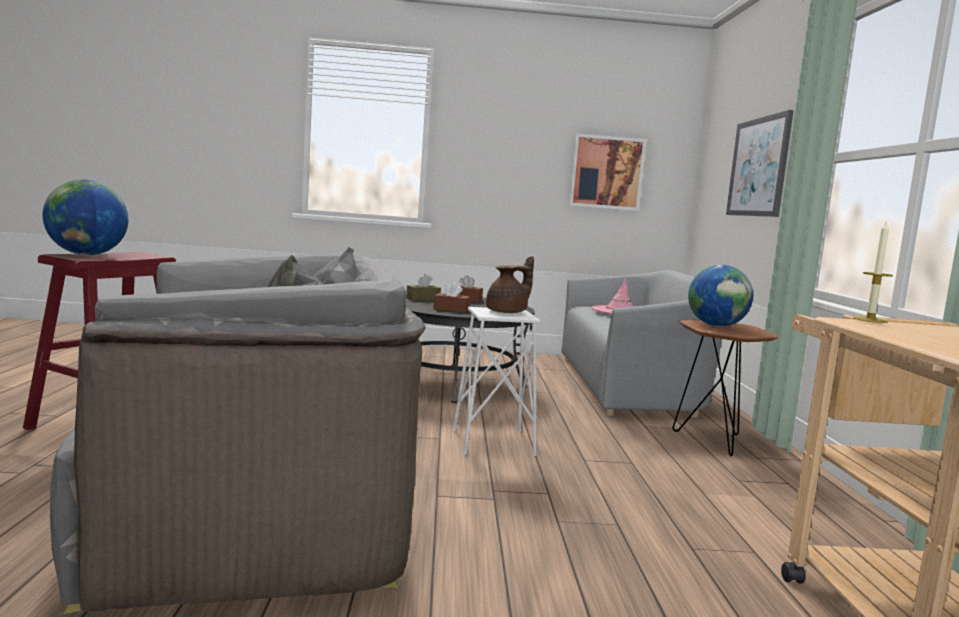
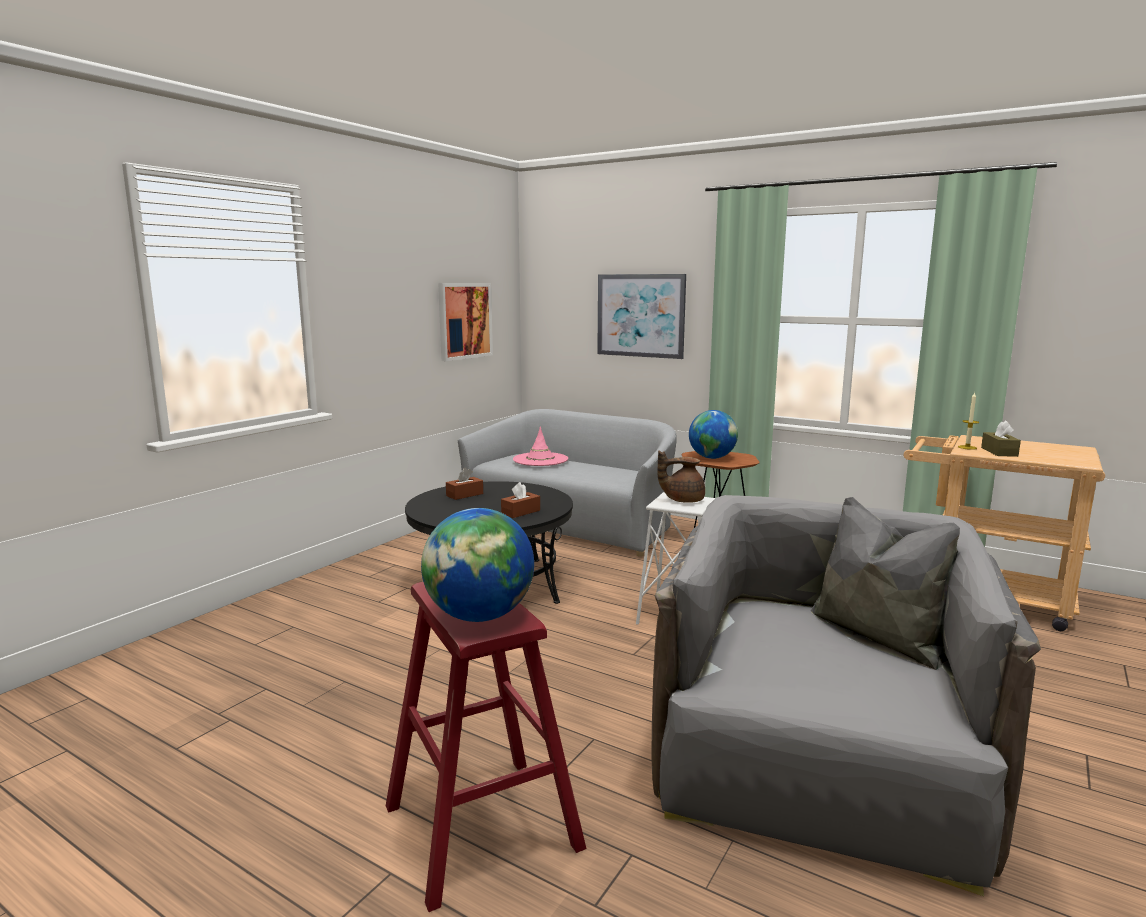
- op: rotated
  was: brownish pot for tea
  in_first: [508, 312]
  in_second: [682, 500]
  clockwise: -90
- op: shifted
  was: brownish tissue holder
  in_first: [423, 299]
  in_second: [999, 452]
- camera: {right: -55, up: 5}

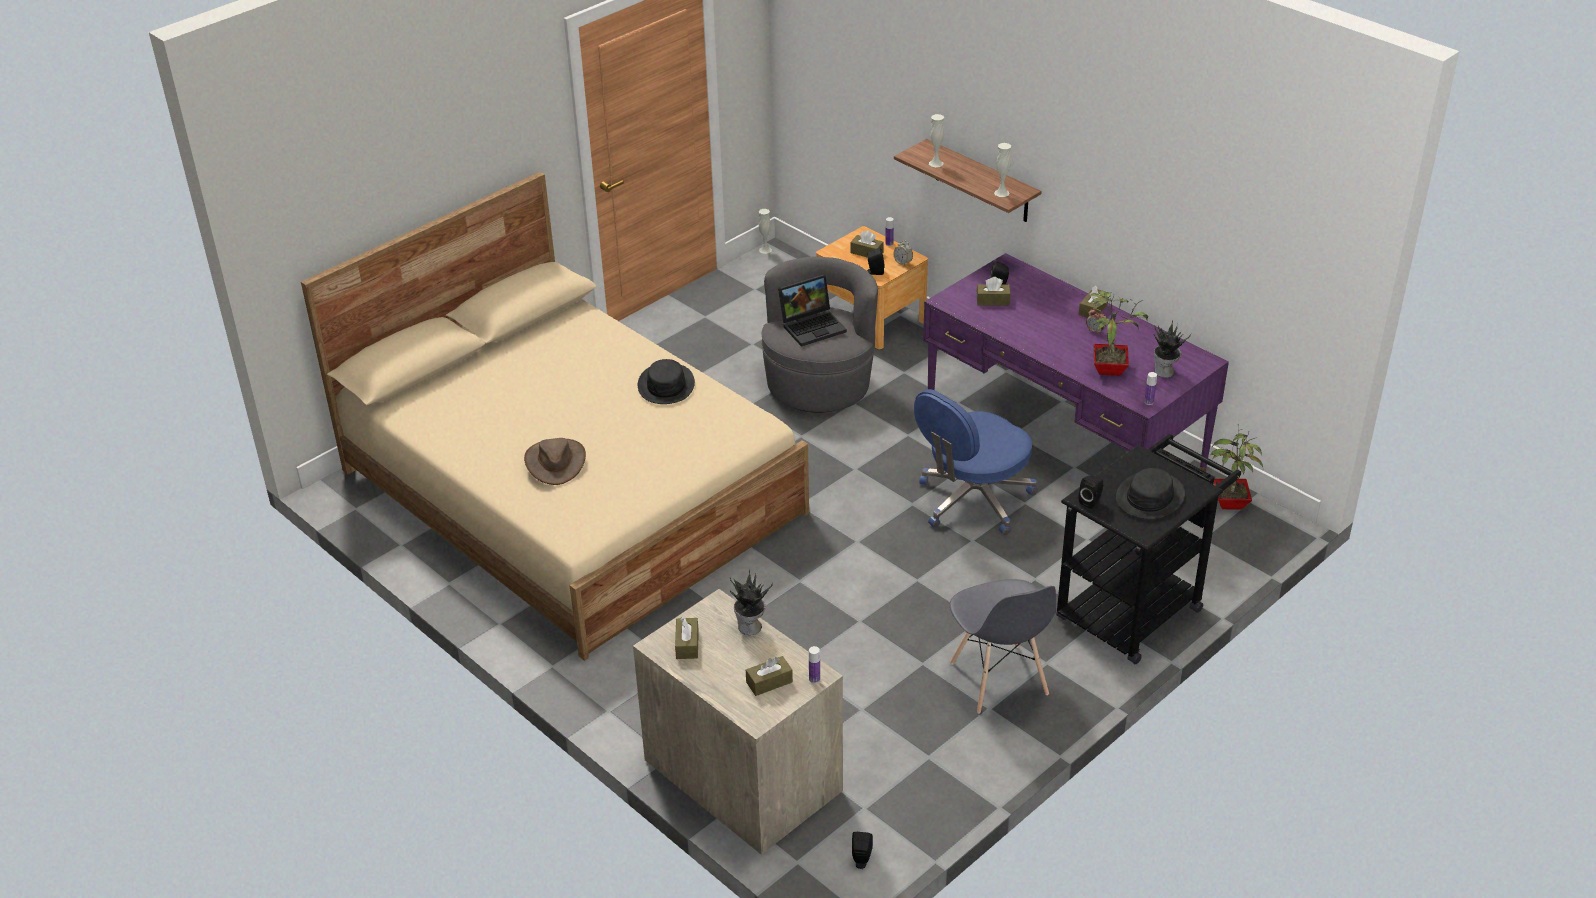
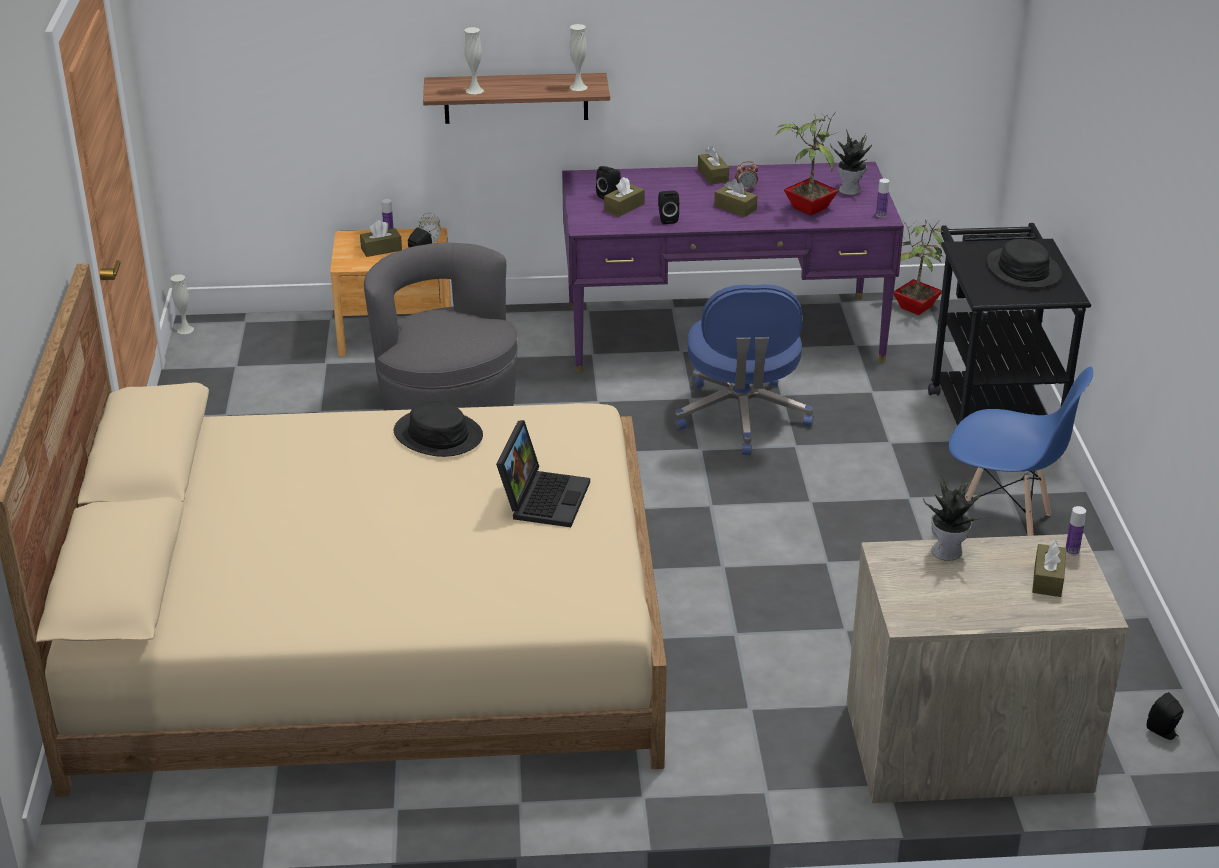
- op: shifted
  was: notebook computer
  in_first: [813, 326]
  in_second: [543, 497]
- op: gone
  was: brownish wearable hat
  in_first: [555, 462]
- op: shifted
  was: black-coloured audio speaker
  in_first: [1091, 501]
  in_second: [667, 219]
- op: repainted
  was: gray plain chair
  now: blue-coloured plain chair
  in_first: [998, 679]
  in_second: [1000, 529]
- op: shifted
  was: brownish tissue holder
  in_first: [687, 644]
  in_second: [735, 208]
- camera: {right: -50, up: -5}

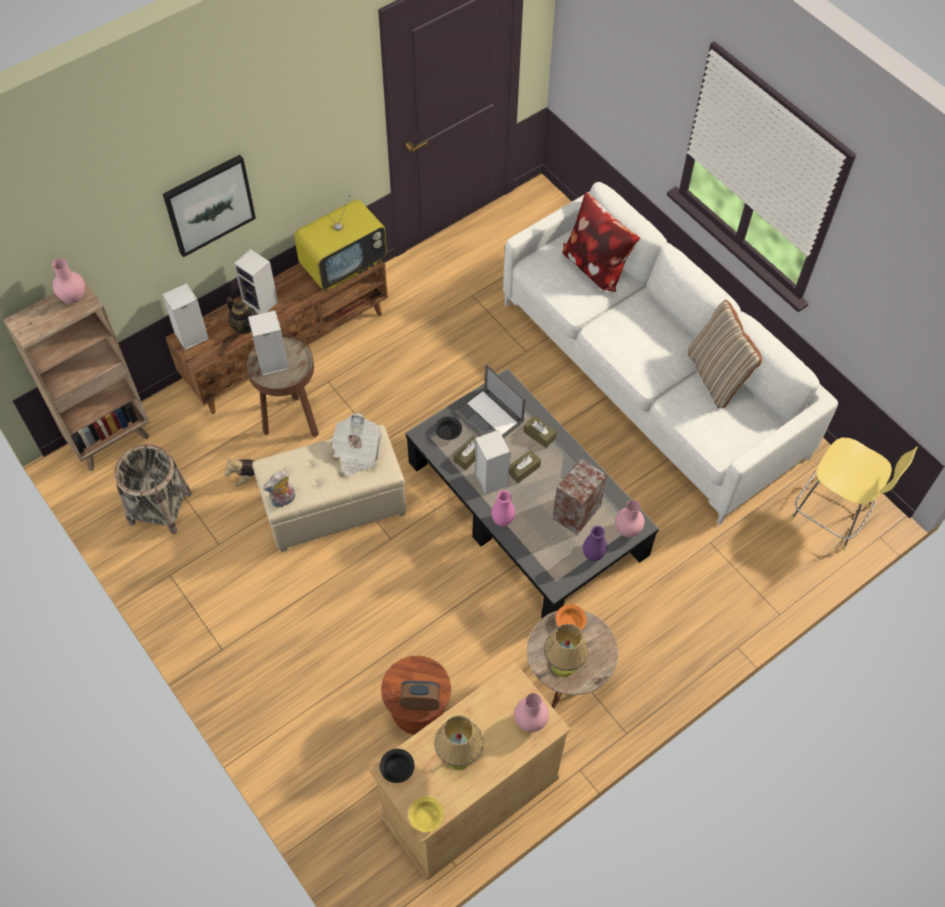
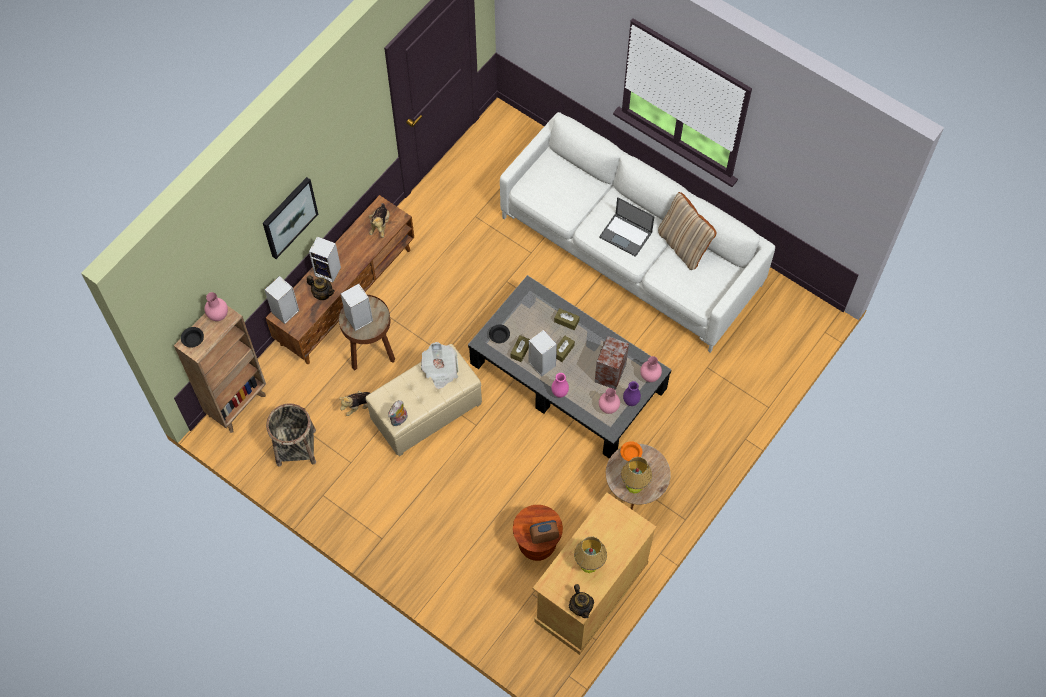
- op: gone
  was: throw pillow
  in_first: [595, 265]
- op: swapped
  was: television
  now: soft toy
  in_first: [343, 265]
  in_second: [380, 225]
- op: shifted
  was: notebook computer
  in_first: [489, 417]
  in_second: [626, 235]
- op: gone
  was: yellowish stool
  in_first: [832, 515]
- op: shifted
  was: pink vase
  in_first: [531, 722]
  in_second: [609, 408]
- op: shifted
  was: black-coloured bowl
  in_first: [398, 769]
  in_second: [194, 340]
- op: swapped
  was: yellowish bowl
  now: pot for tea
  in_first: [427, 816]
  in_second: [581, 607]
- camera: {right: -15, up: 5}

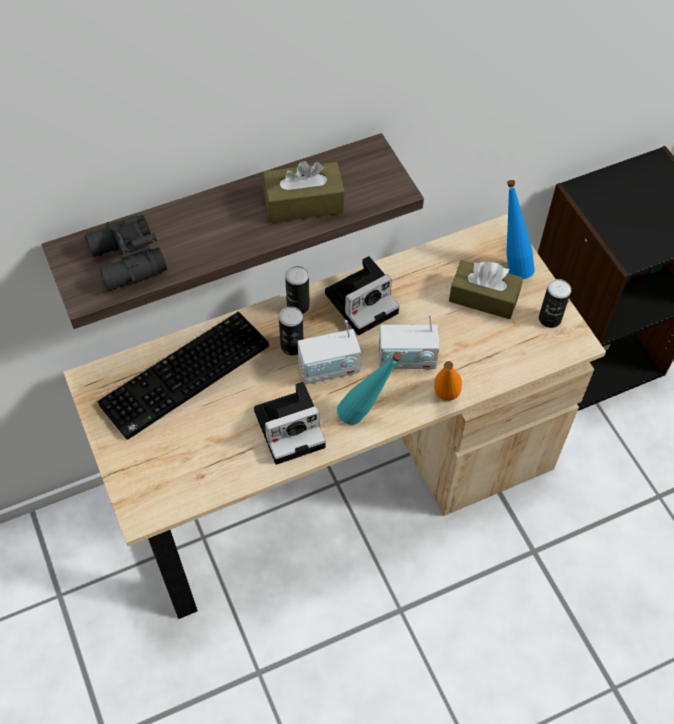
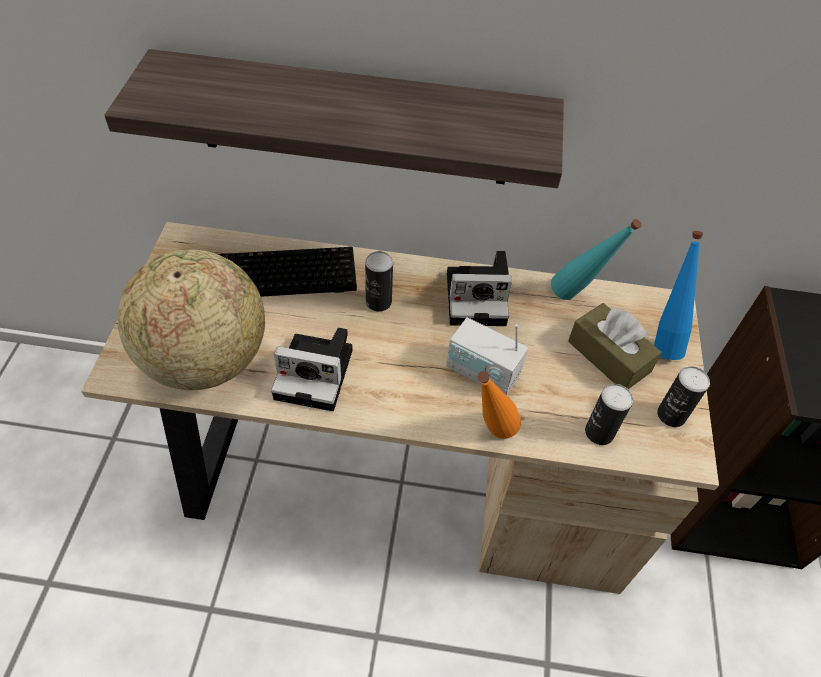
- op: gone
  was: brownish tissue holder
  in_first: [303, 203]
- op: gone
  was: black-coloured pair of binoculars
  in_first: [126, 262]
- op: shifted
  was: sealed can
  in_first: [298, 306]
  in_second: [599, 432]
- op: gone
  was: radio
  in_first: [329, 369]
- op: shifted
  was: turquoise-coloured beverage bottle
  in_first: [366, 415]
  in_second: [577, 298]
- op: new
  now: desk globe
  in_second: [205, 359]
- camera: {right: 30, up: -5}

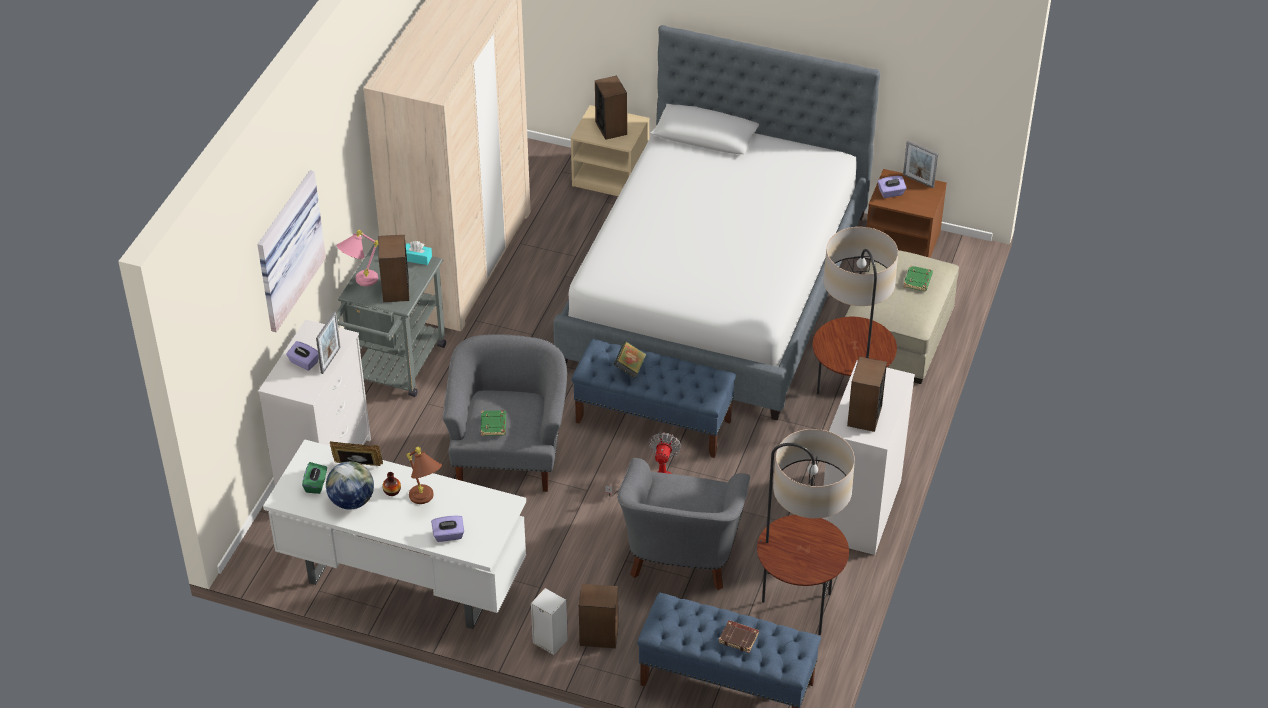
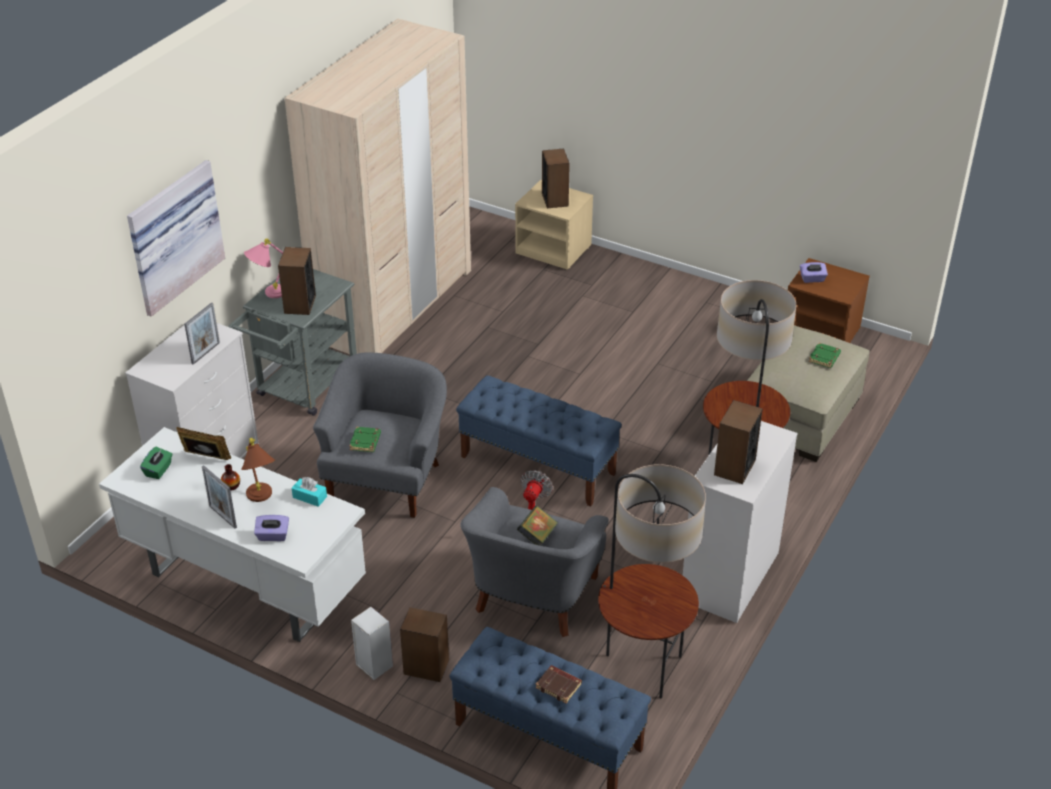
- op: gone
  was: bedroom bed
  in_first: [716, 288]
- op: shifted
  was: photo frame
  in_first: [918, 181]
  in_second: [222, 516]
- op: shifted
  was: turquoise-coloured tissue holder
  in_first: [417, 258]
  in_second: [309, 497]
- op: gone
  was: purple-coloured tissue holder
  in_first: [303, 362]
- op: shifted
  was: bound book
  in_first: [630, 368]
  in_second: [537, 536]
- op: gone
  was: desk globe
  in_first: [351, 501]
- camera: {right: 10, up: -5}

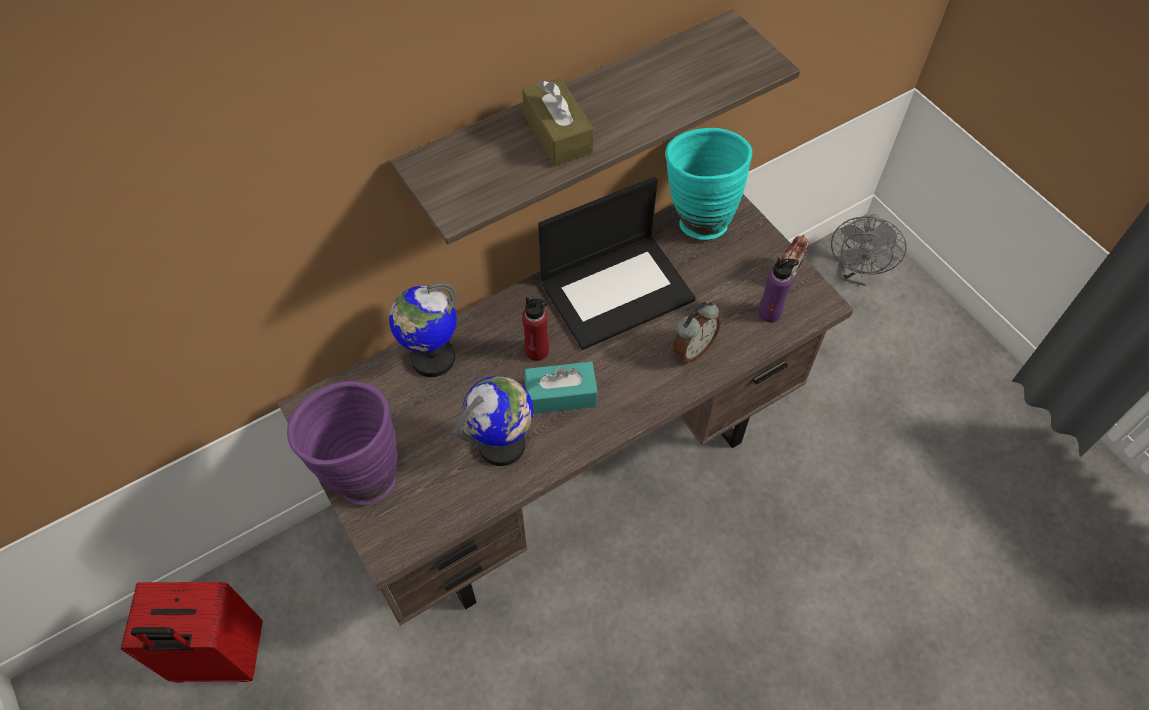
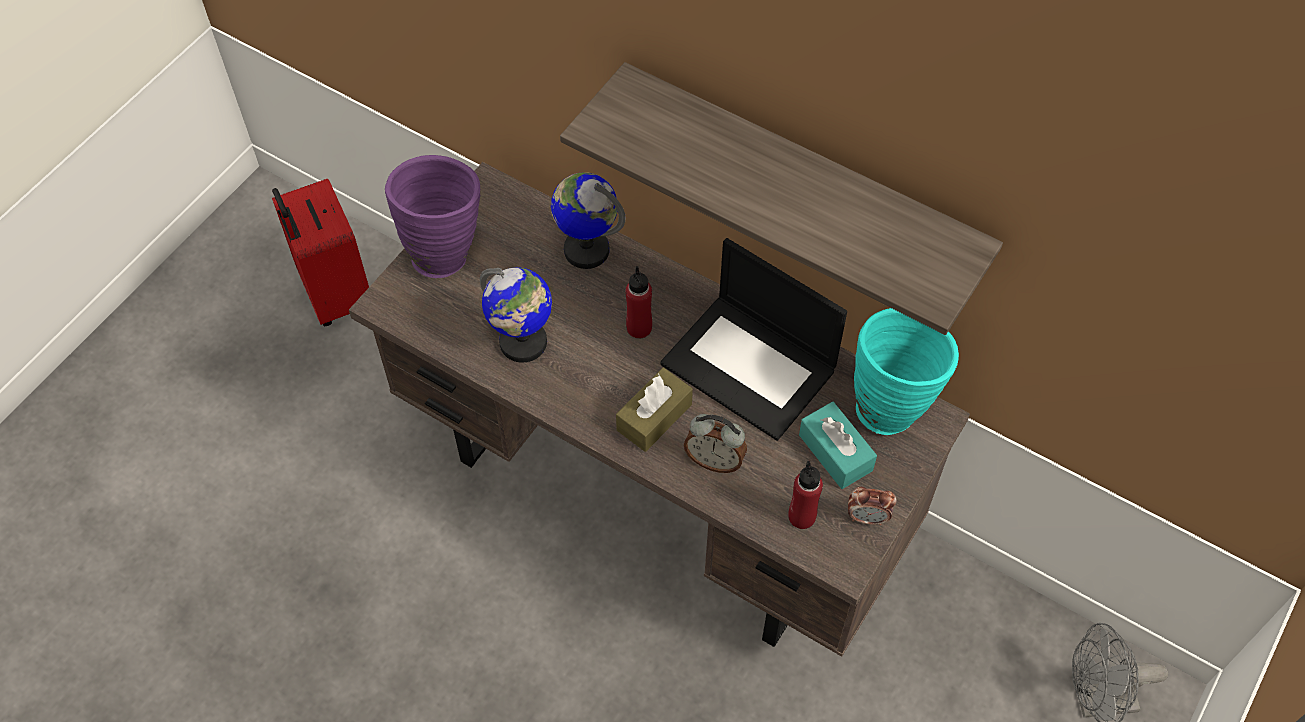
- op: shifted
  was: brownish tissue holder
  in_first: [557, 134]
  in_second: [654, 417]
- op: repainted
  was: purple-coloured beverage bottle
  now: red-coloured beverage bottle
  in_first: [769, 313]
  in_second: [802, 516]
- op: shifted
  was: turquoise-coloured tissue holder
  in_first: [561, 395]
  in_second: [835, 452]
- camera: {right: 65, up: 0}

